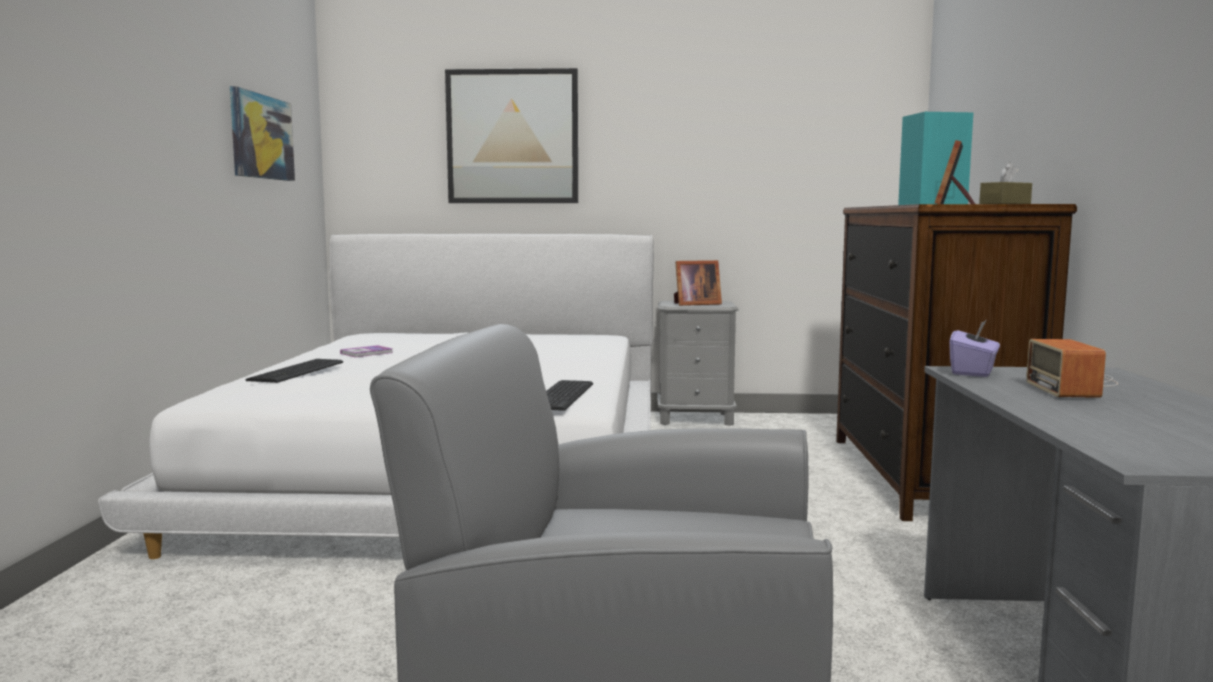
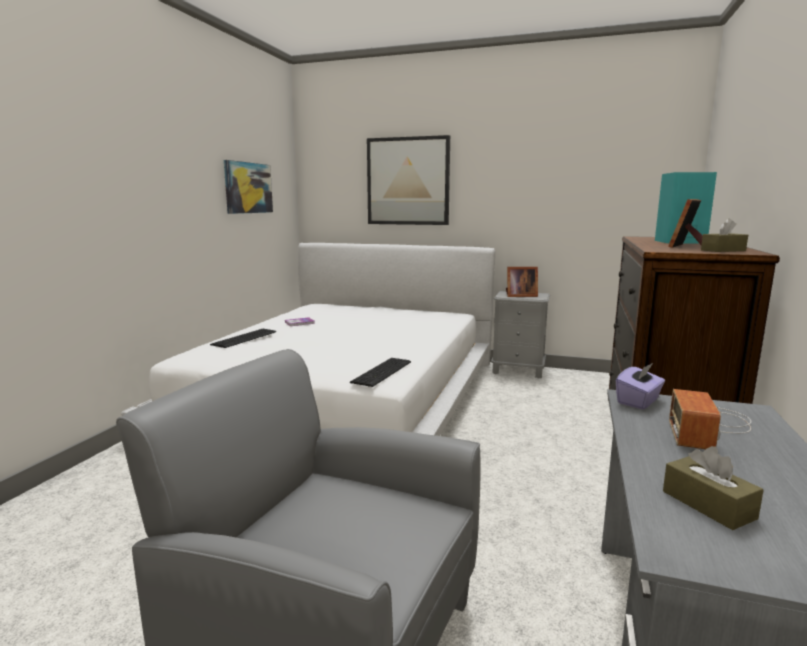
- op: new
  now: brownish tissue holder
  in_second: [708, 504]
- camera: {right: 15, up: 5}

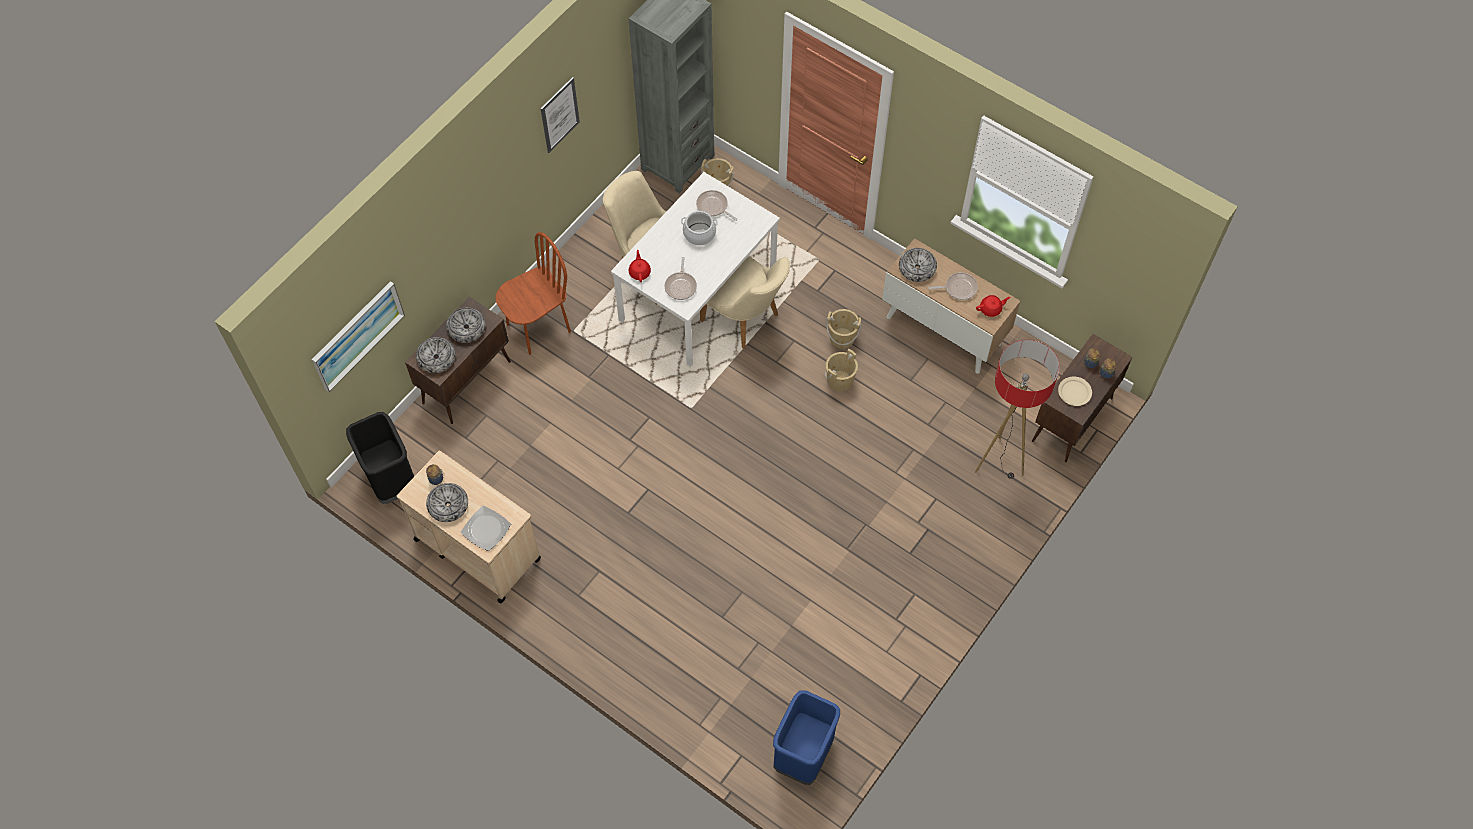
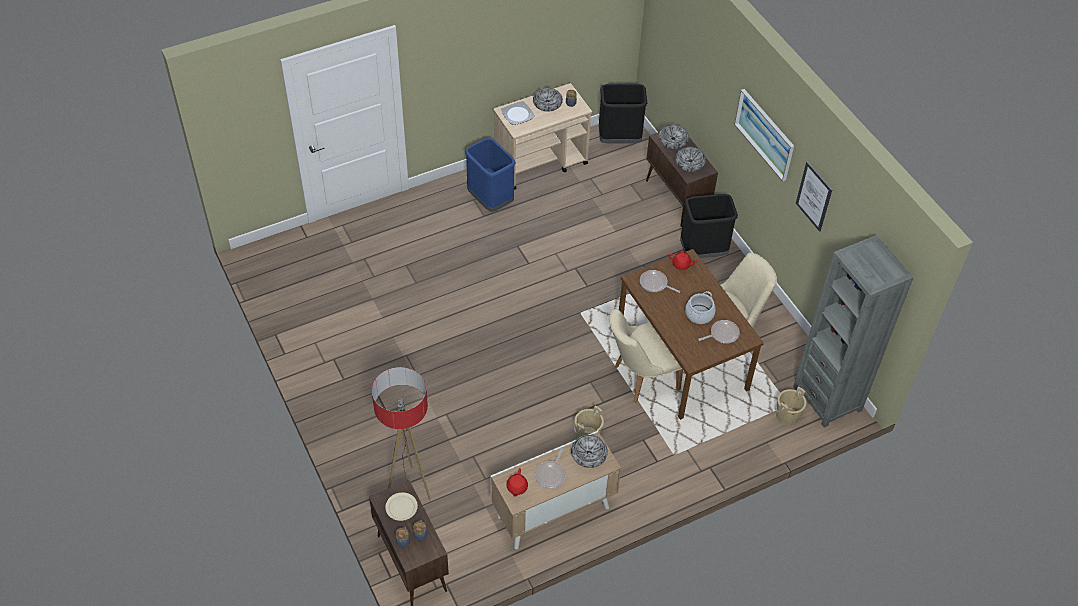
- op: repainted
  was: white-coloured kitchen table
  now: brownish kitchen table
  in_first: [698, 296]
  in_second: [680, 357]
- op: swapped
  was: brownish plain chair
  now: black-coloured trash can
  in_first: [538, 327]
  in_second: [703, 252]
- op: shifted
  was: wall picture
  in_first: [357, 335]
  in_second: [765, 134]
- op: gone
  was: beige pail
  in_first: [840, 380]
- op: shifted
  was: blue-coloured trash can
  in_first: [803, 754]
  in_second: [491, 200]
- camera: {right: 115, up: -10}

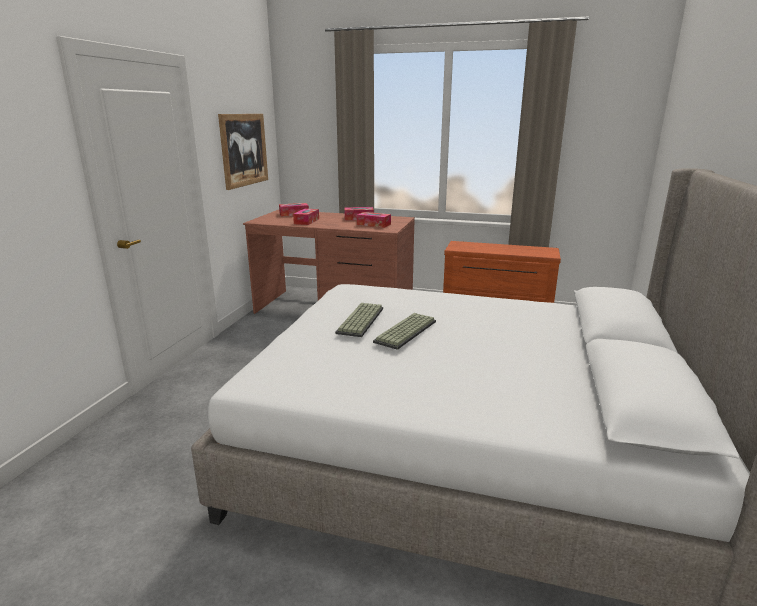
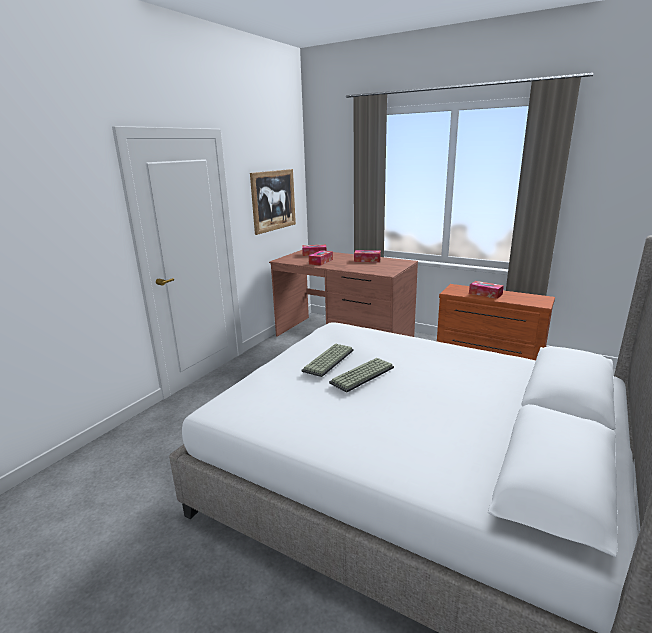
- op: shifted
  was: tissue holder
  in_first: [373, 224]
  in_second: [485, 294]
- camera: {right: 15, up: 0}

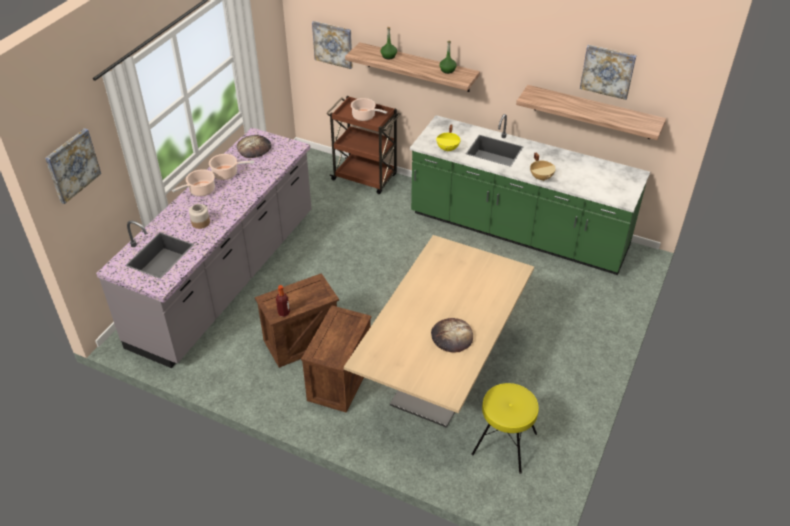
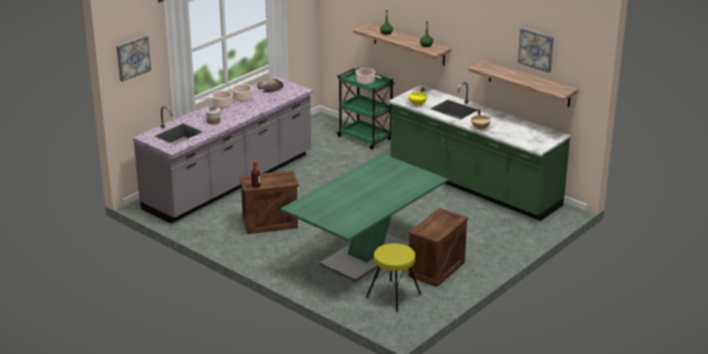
- op: gone
  was: wall picture
  in_first: [333, 44]
- op: repainted
  was: brownish cart
  now: green cart
  in_first: [365, 178]
  in_second: [365, 138]
- op: repainted
  was: beige kitchen table
  now: green kitchen table
  in_first: [440, 375]
  in_second: [365, 255]
- op: shifted
  was: shipping crate
  in_first: [340, 381]
  in_second: [437, 270]
- op: gone
  was: baked bread
  in_first: [452, 337]
- camera: {right: 15, up: -15}

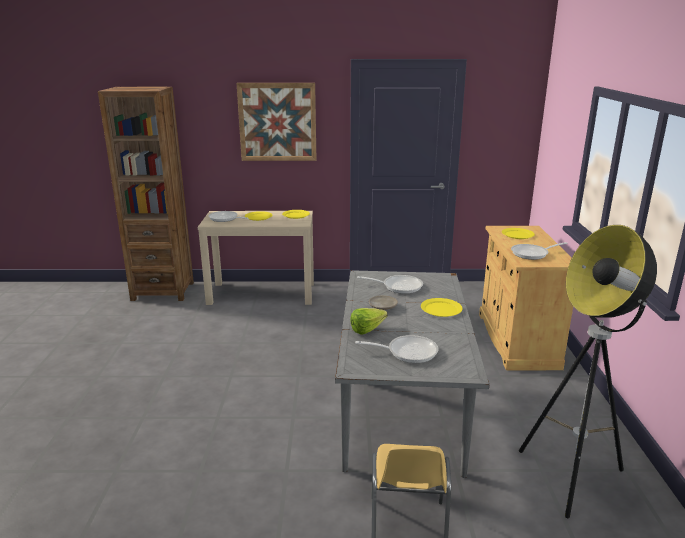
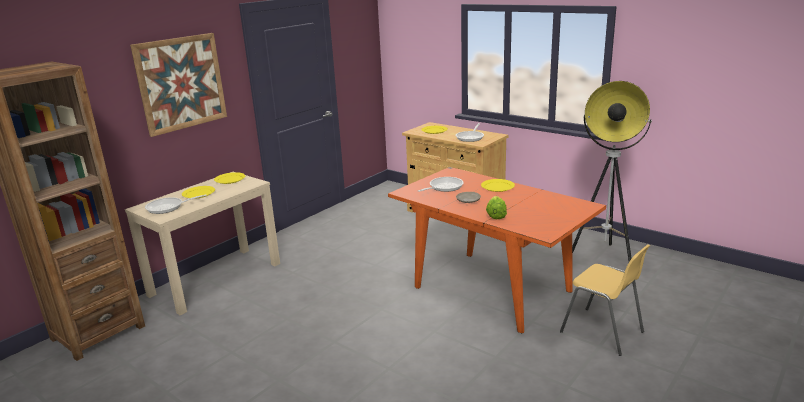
- op: repainted
  was: gray kitchen table
  now: orange-coloured kitchen table
  in_first: [401, 419]
  in_second: [490, 288]
- op: gone
  was: pan
  in_first: [407, 352]
- camera: {right: -50, up: 0}

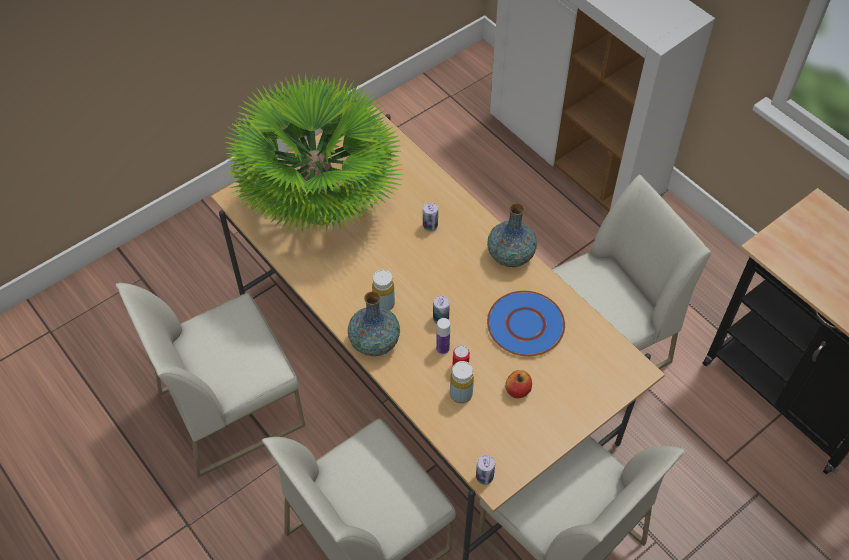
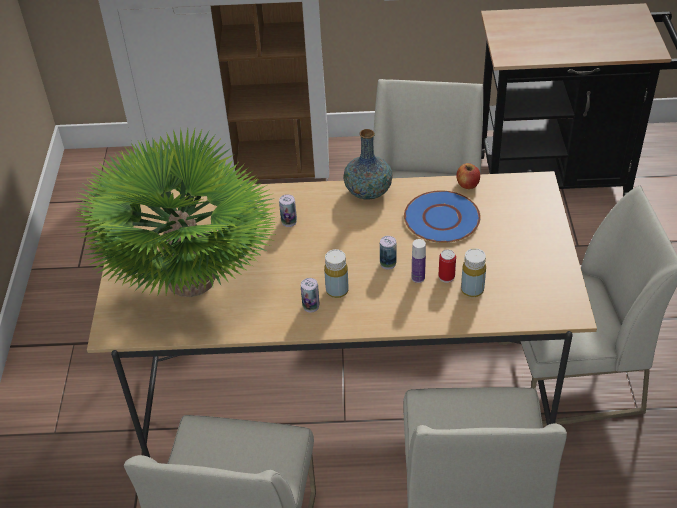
- op: gone
  was: vase
  in_first: [374, 342]
- op: shifted
  was: whole apple
  in_first: [518, 390]
  in_second: [467, 184]
- op: shifted
  was: sealed can
  in_first: [484, 477]
  in_second: [311, 306]
- camera: {right: -50, up: -10}

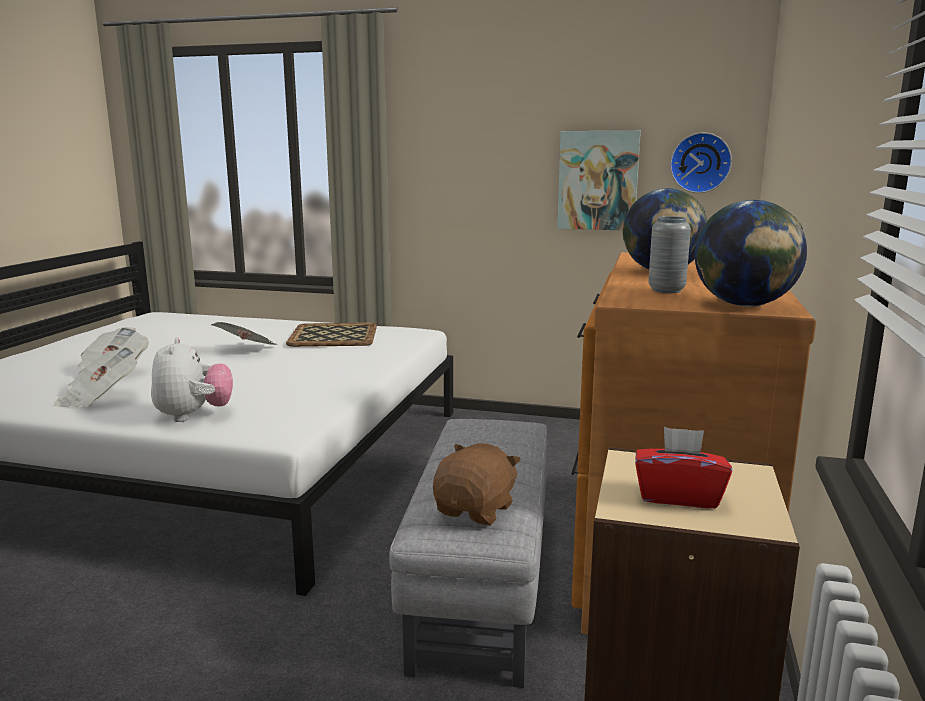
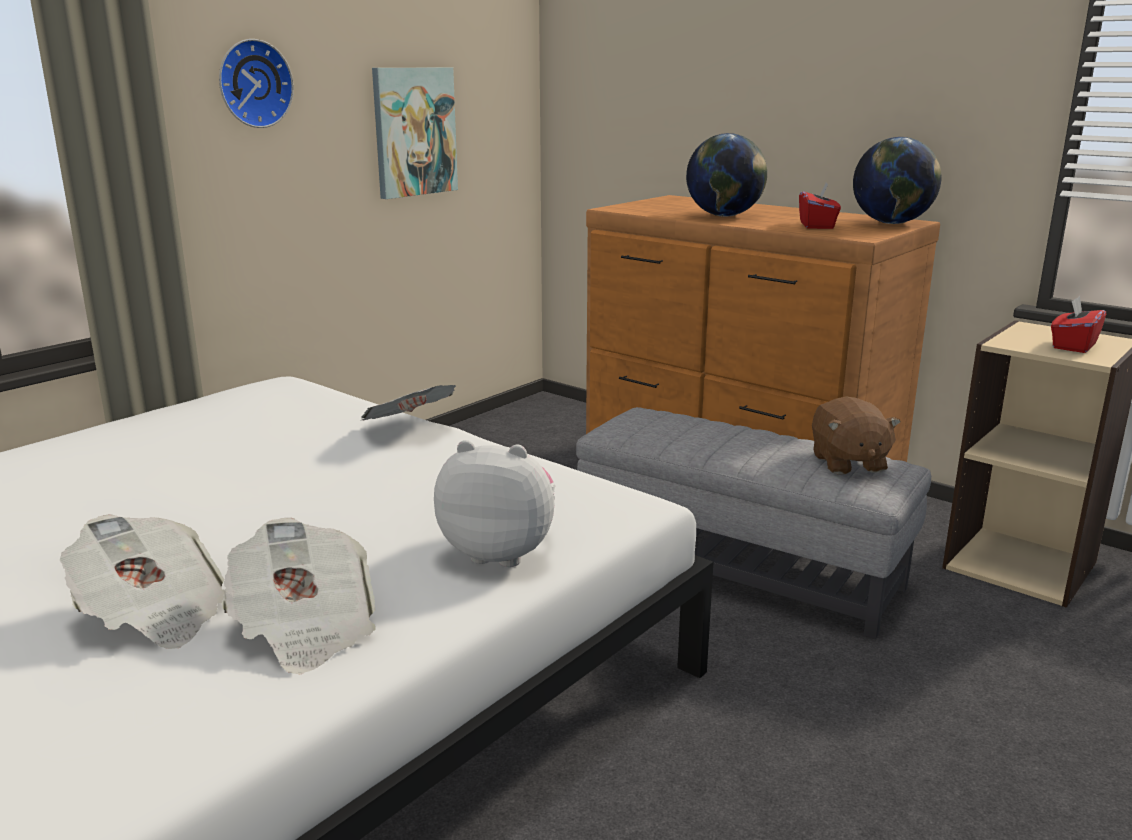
- op: shifted
  was: clock on the wall
  in_first: [700, 163]
  in_second: [253, 83]
- op: swapped
  was: gray vase
  now: red-coloured tissue holder
  in_first: [666, 290]
  in_second: [817, 225]
- op: shifted
  was: newspaper
  in_first: [247, 350]
  in_second: [409, 428]
- op: gone
  was: serving tray
  in_first: [334, 335]
- op: rotated
  was: brownish soft toy
  in_first: [476, 510]
  in_second: [848, 463]
  clockwise: -150
- camera: {right: -65, up: 5}

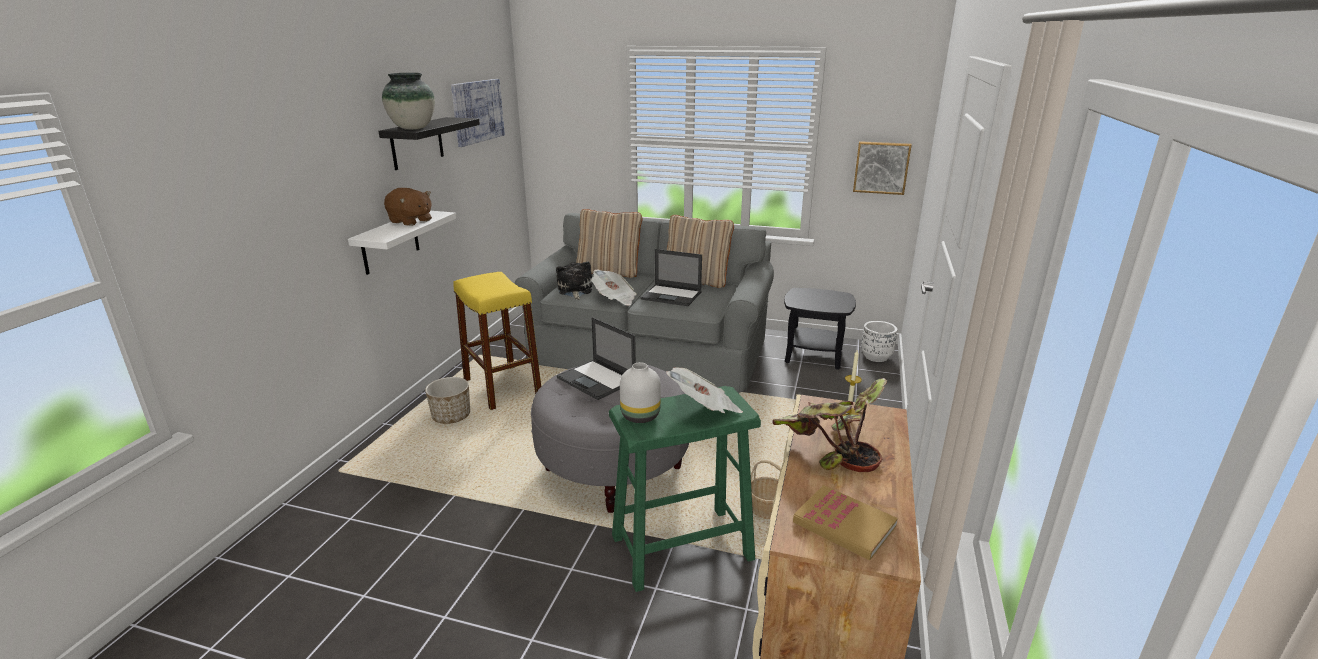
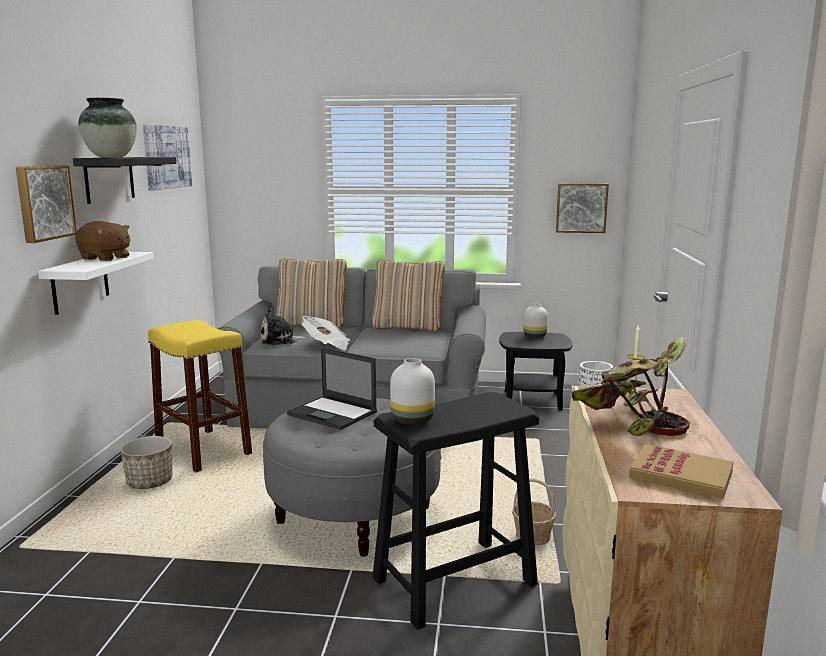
- op: gone
  was: notebook computer
  in_first: [672, 296]
- op: rotated
  was: soft toy
  in_first: [574, 290]
  in_second: [280, 340]
  clockwise: -90
- op: gone
  was: newspaper
  in_first: [704, 408]
- op: repainted
  was: green stool
  now: black-coloured stool
  in_first: [682, 547]
  in_second: [455, 581]
- op: new
  now: wall picture
  in_second: [44, 202]
- op: new
  now: white-coloured vase
  in_second: [534, 336]
- camera: {right: -10, up: -10}

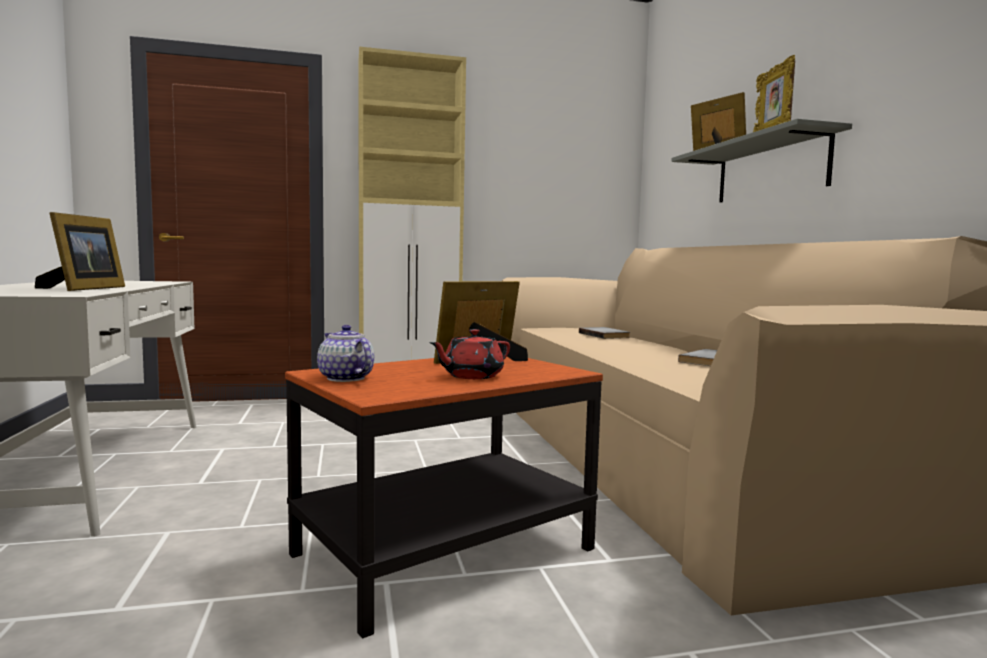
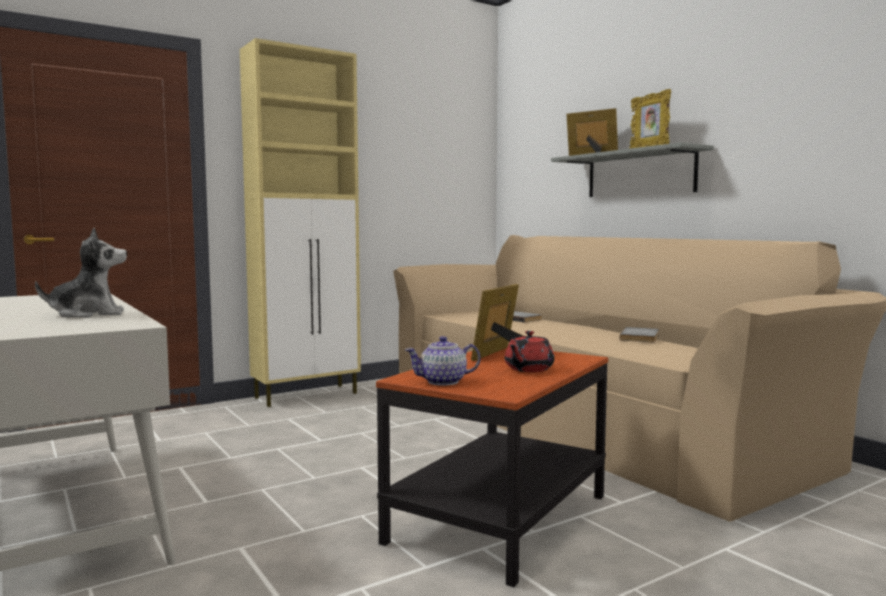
- op: swapped
  was: photo frame
  now: soft toy
  in_first: [84, 288]
  in_second: [88, 314]
- op: rotated
  was: pot for tea
  in_first: [345, 378]
  in_second: [443, 382]
  clockwise: -45
- camera: {right: -20, up: 0}

